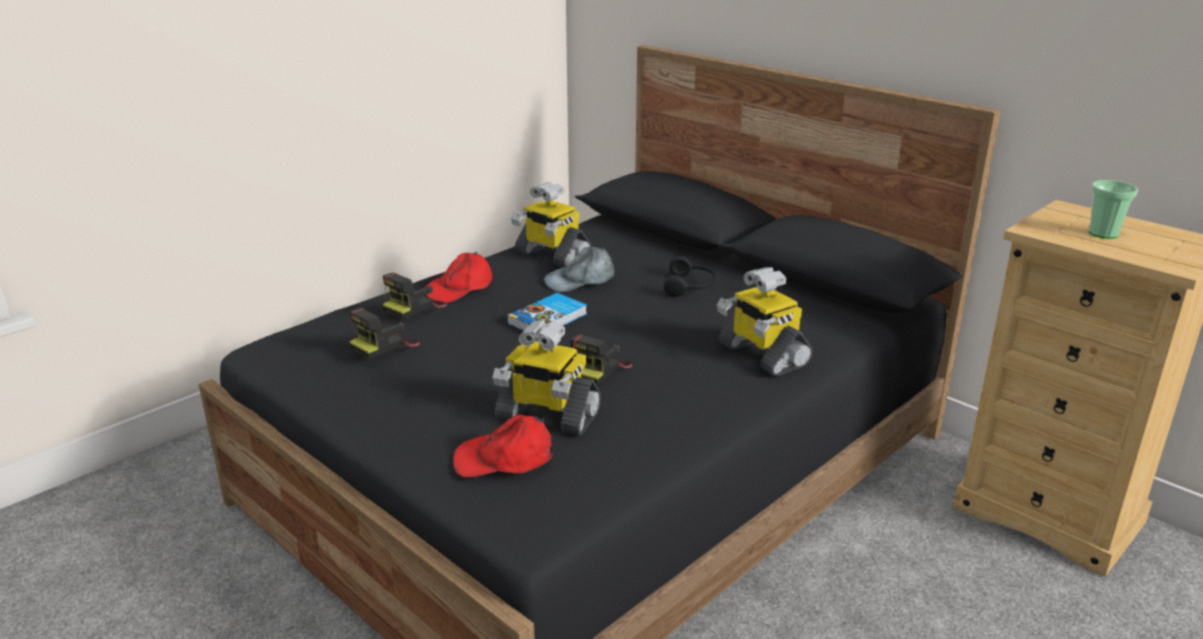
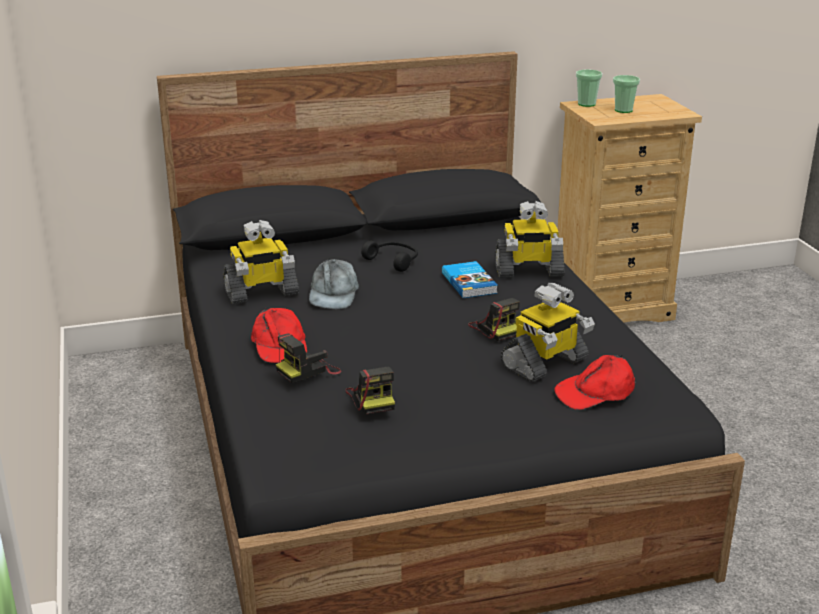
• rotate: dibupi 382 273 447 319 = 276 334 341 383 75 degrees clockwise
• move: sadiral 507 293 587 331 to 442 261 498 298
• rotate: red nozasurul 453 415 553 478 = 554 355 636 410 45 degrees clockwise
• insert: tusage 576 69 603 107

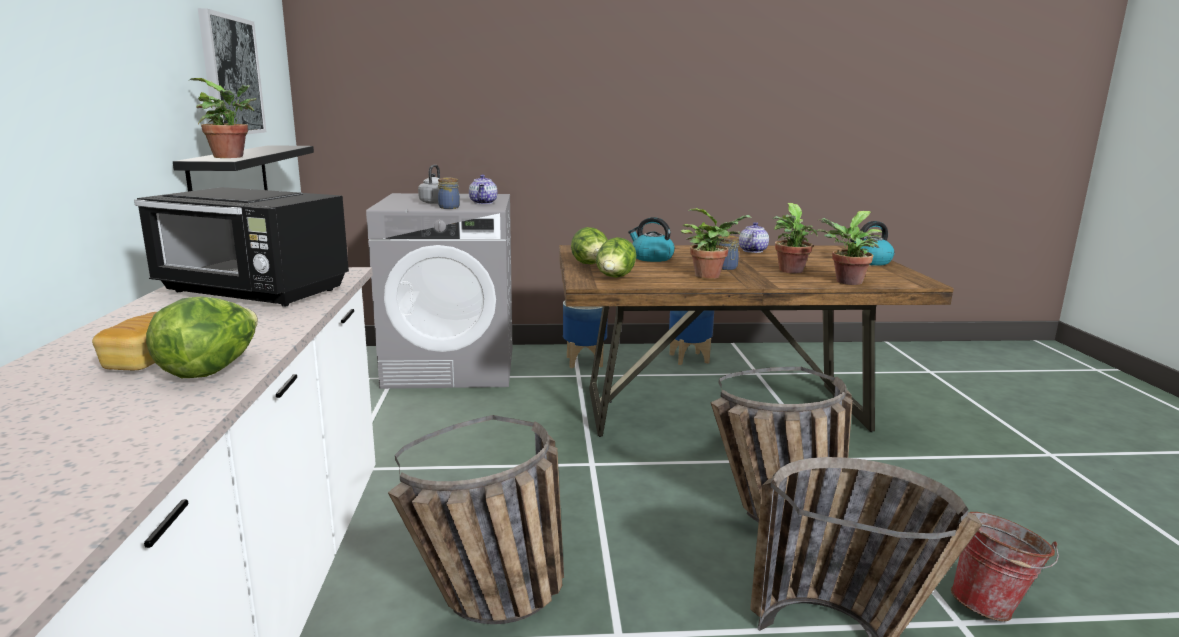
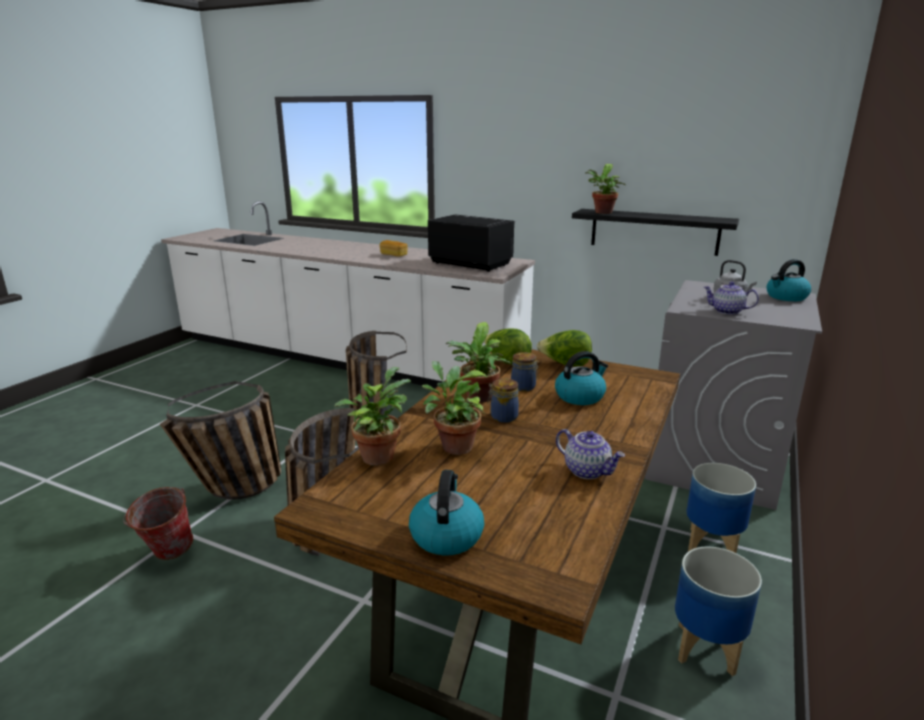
• delete: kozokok 198 8 266 135
• move: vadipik 438 178 460 209 to 511 352 539 392
• rotate: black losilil 134 187 349 307 = 428 215 515 272 75 degrees clockwise
• delete: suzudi 146 297 258 378
• insert: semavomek 767 259 811 301

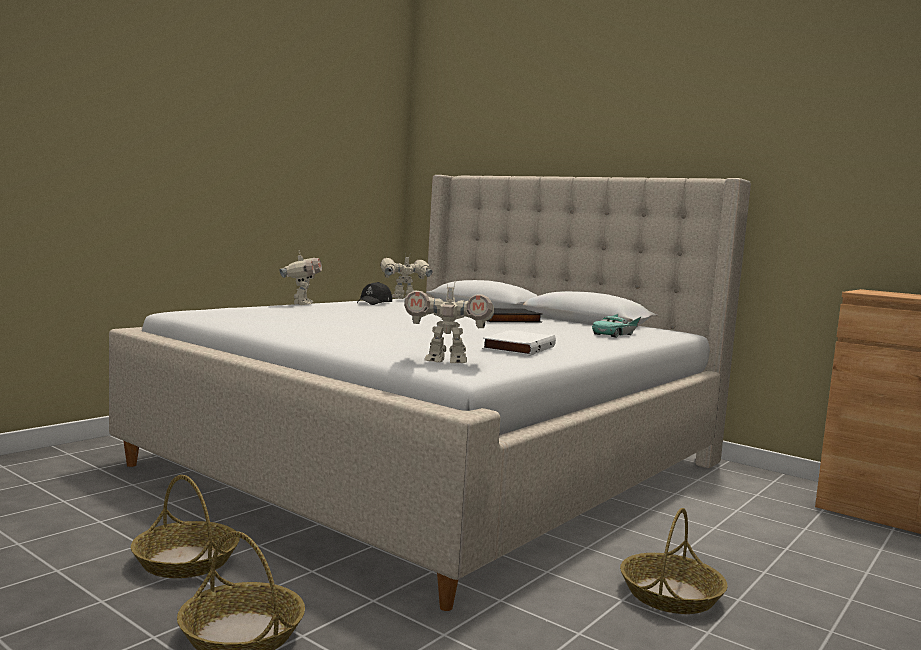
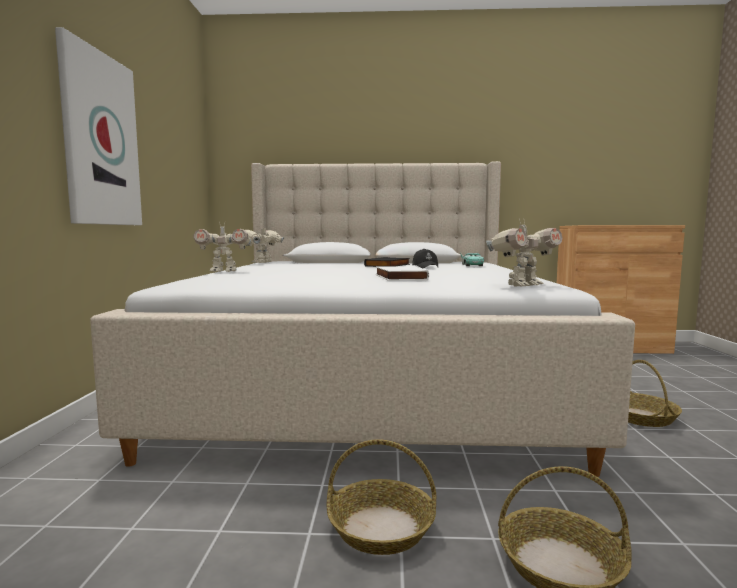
• rotate: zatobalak 279 250 322 305 = 194 221 251 272 120 degrees clockwise
• move: black nozasurul 357 282 392 305 to 412 249 438 268
• move: white sadiral 482 330 556 356 to 375 266 429 281
• insert: kozokok 55 27 142 225

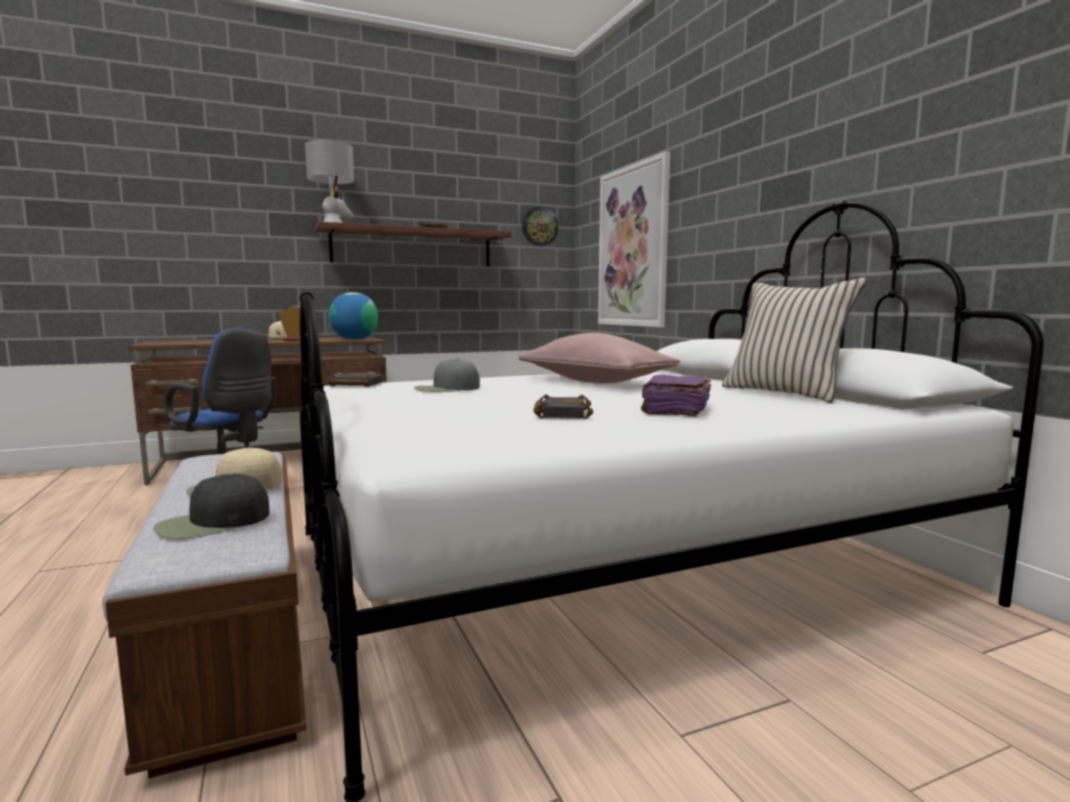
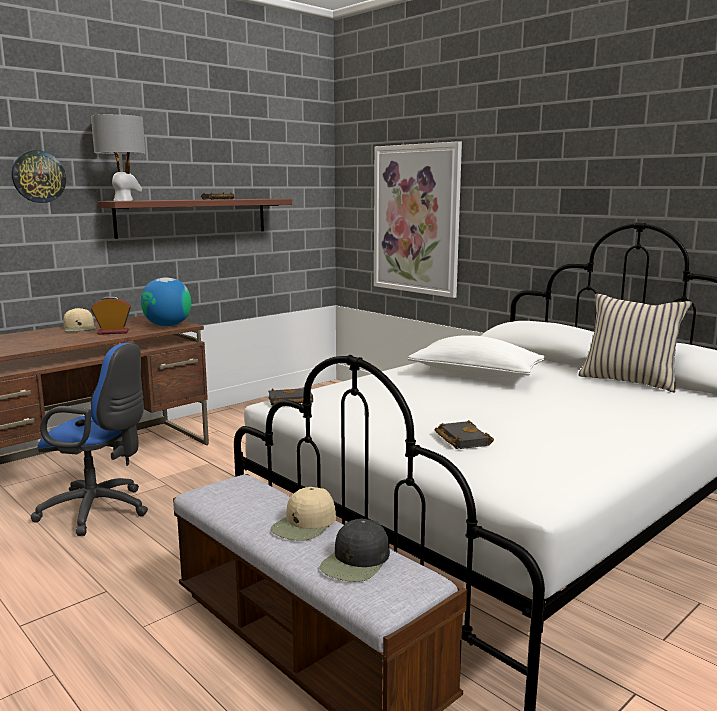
• move: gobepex 522 206 558 246 to 12 150 66 203
• recolor: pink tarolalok 518 333 680 383 to white tarolalok 407 335 546 379
• delete: grey nozasurul 414 358 480 392
• delete: purple sadiral 641 375 711 416
• move: black sadiral 534 394 593 419 to 434 420 494 449

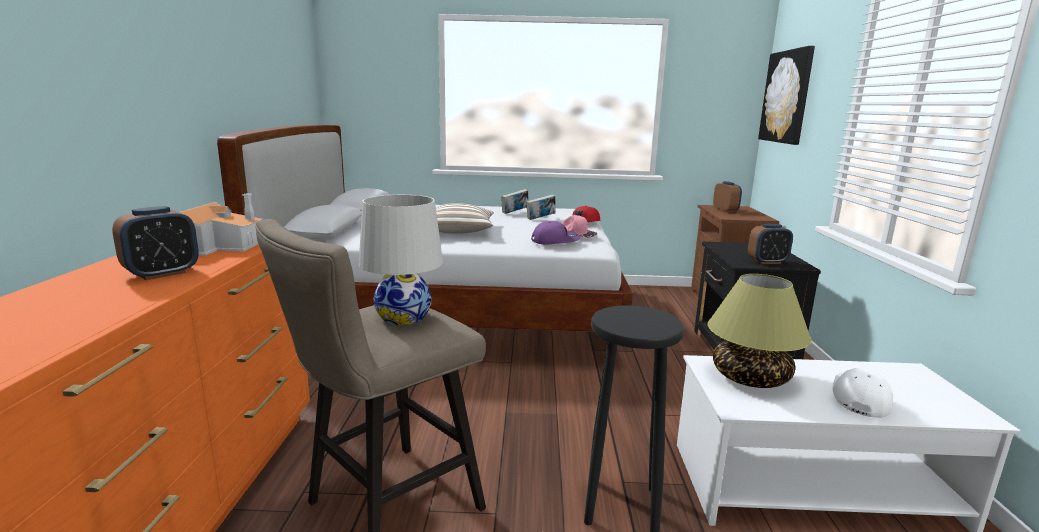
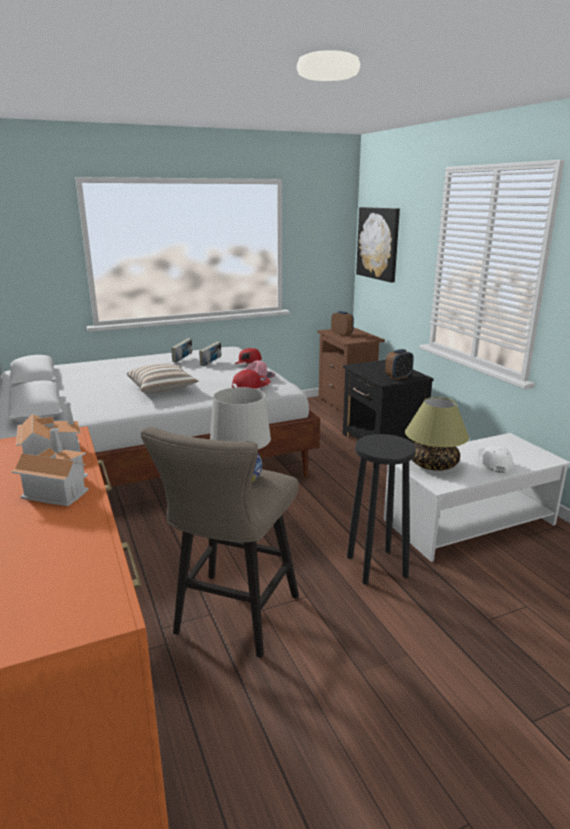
• replace: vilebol 112 206 199 280 to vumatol 11 428 89 506
• recolor: purple nozasurul 531 221 580 245 to red nozasurul 232 370 271 389

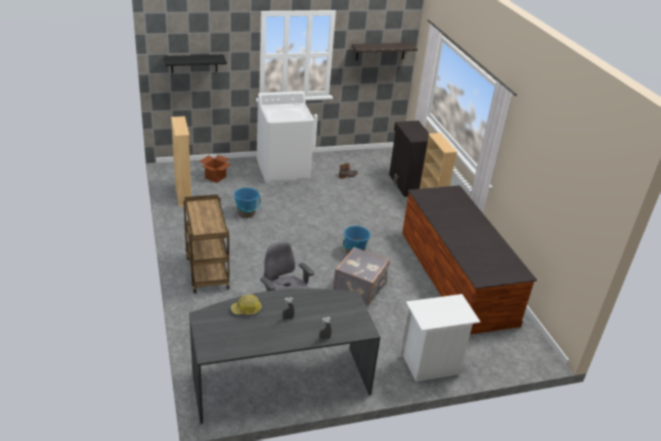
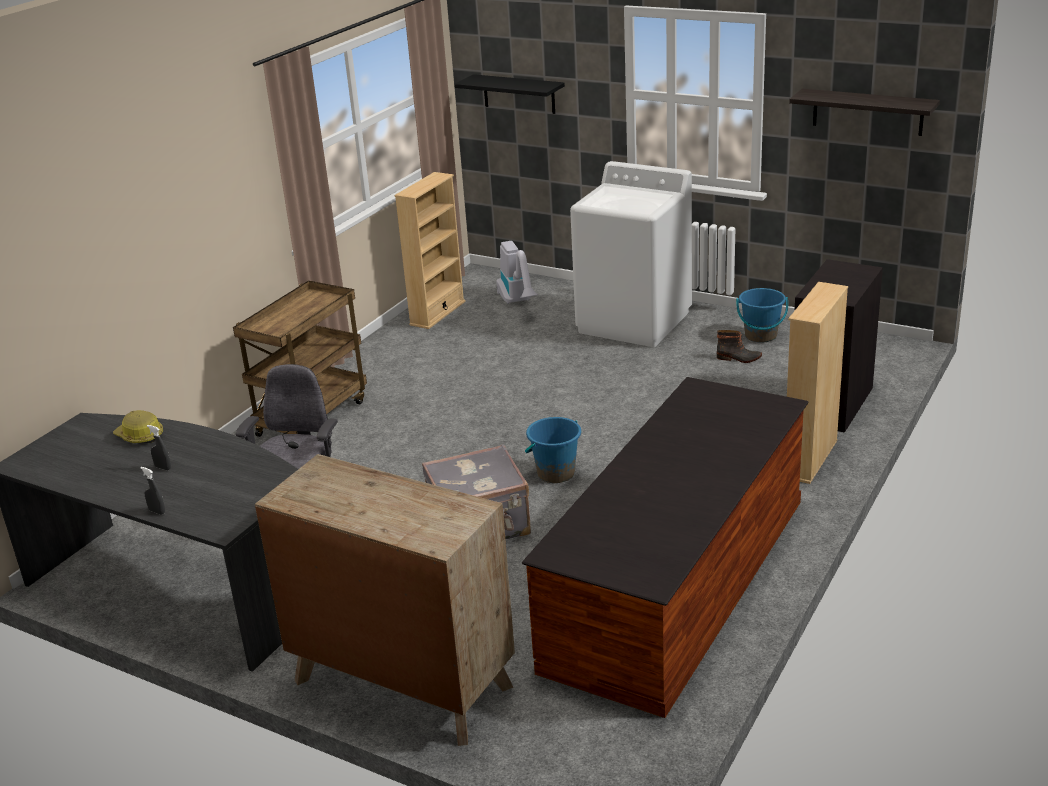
• replace: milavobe 199 155 232 183 to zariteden 496 241 538 304
• move: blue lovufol 234 188 261 218 to 736 288 788 343
• replace: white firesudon 399 294 480 382 to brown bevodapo 255 454 515 746

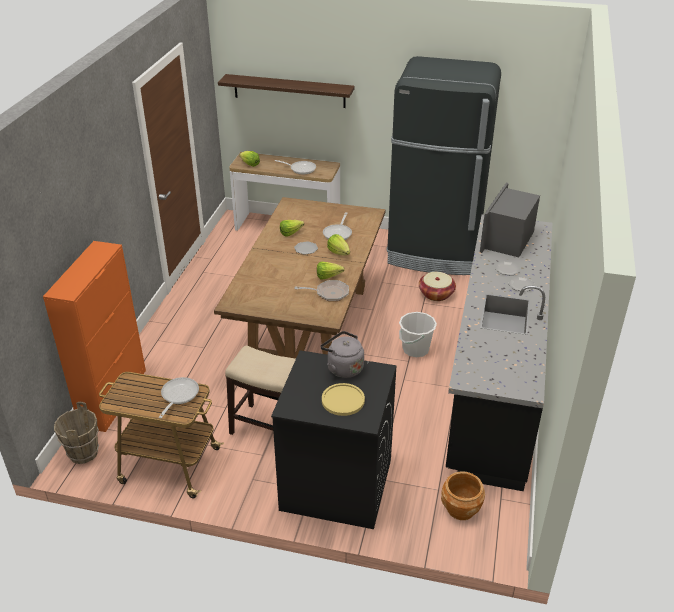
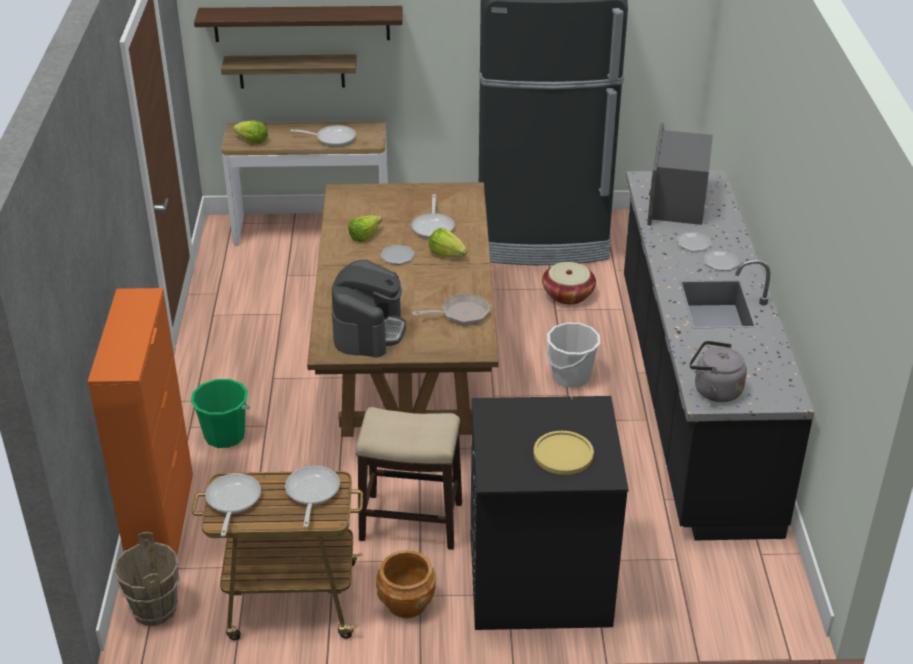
• delete: suzudi 317 262 345 279
• move: grey semavomek 320 331 364 378 to 690 341 747 402
• move: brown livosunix 441 471 485 520 to 376 550 436 618
• insert: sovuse 221 54 357 89
• insert: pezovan 331 260 406 358
• insert: green lovufol 191 379 250 448
• insert: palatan 205 473 261 536

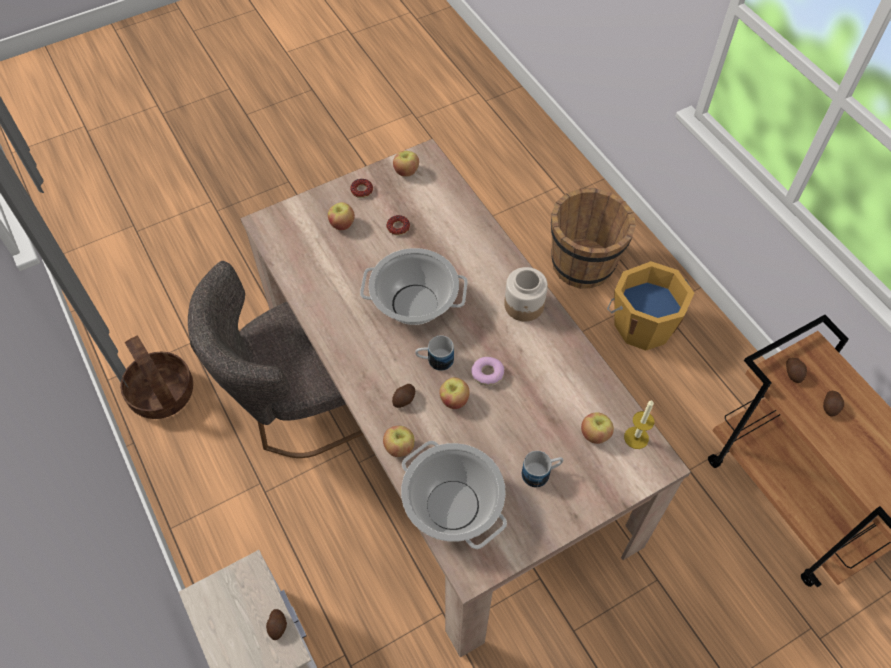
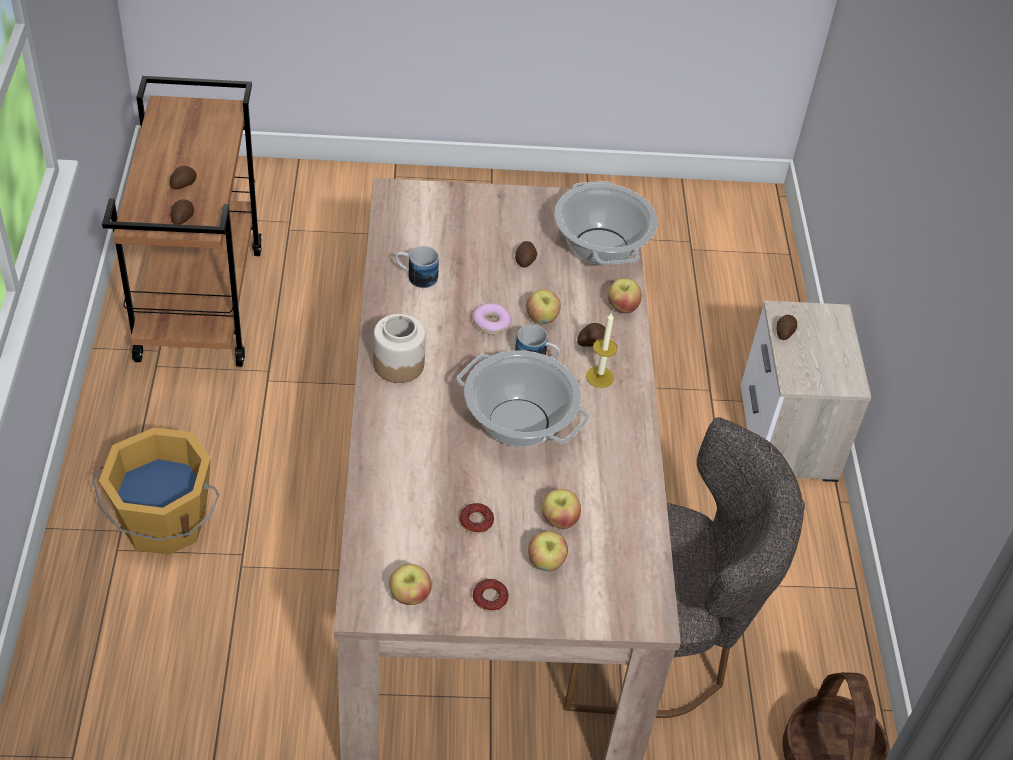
• delete: brown lovufol 551 188 636 289
• move: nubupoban 624 401 655 449 to 586 312 617 388
• move: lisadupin 581 412 614 444 to 542 489 581 529
• move: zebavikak 522 451 563 487 to 395 246 439 288
• insert: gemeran 515 241 537 268

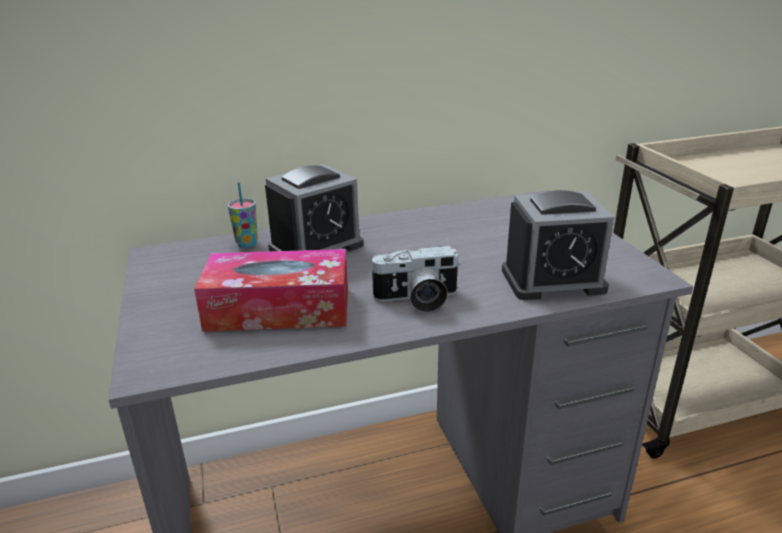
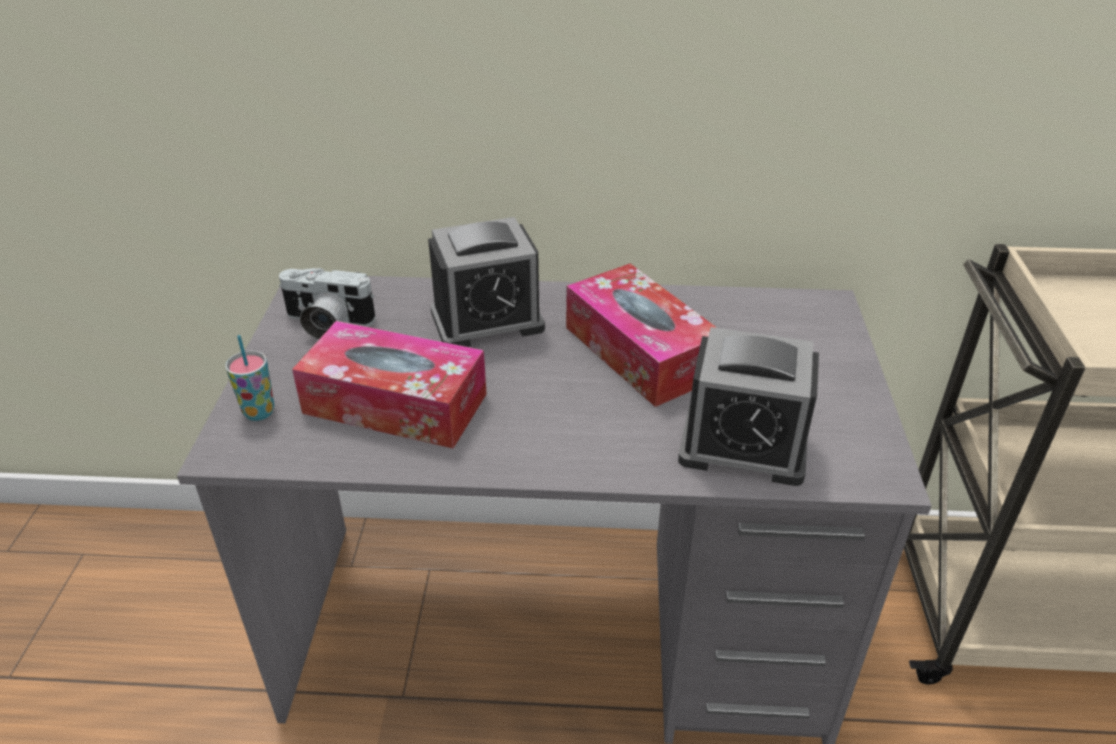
• move: tusage 228 182 258 248 to 225 335 274 421
• move: dibupi 369 246 460 312 to 279 268 376 339
• insert: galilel 566 264 717 407

